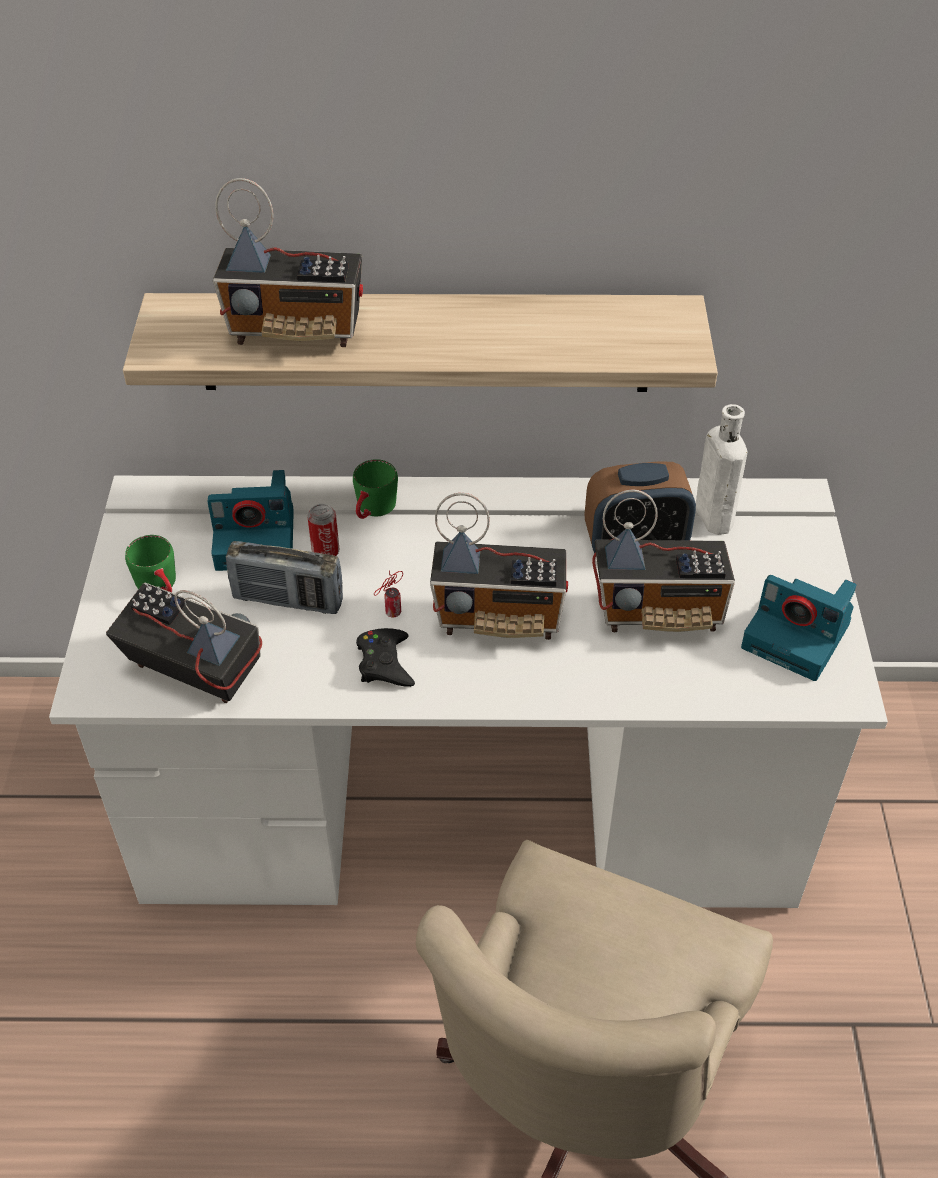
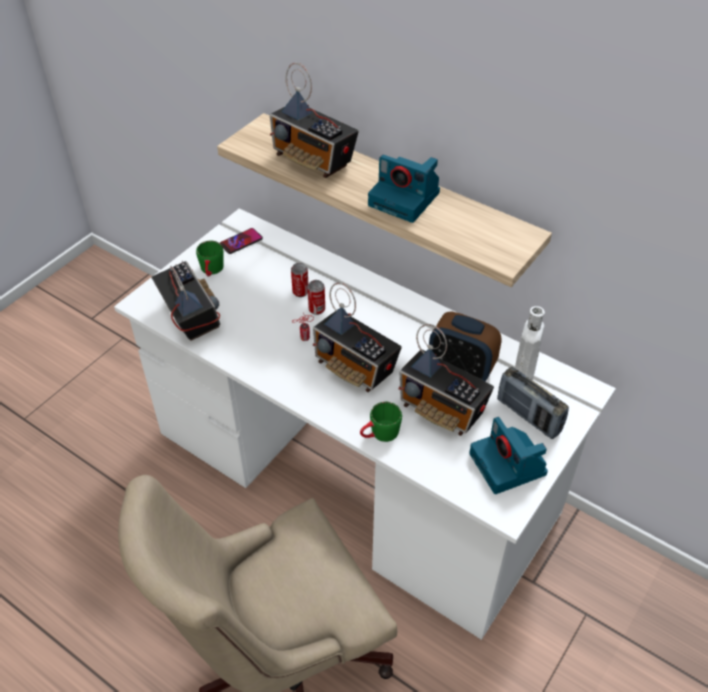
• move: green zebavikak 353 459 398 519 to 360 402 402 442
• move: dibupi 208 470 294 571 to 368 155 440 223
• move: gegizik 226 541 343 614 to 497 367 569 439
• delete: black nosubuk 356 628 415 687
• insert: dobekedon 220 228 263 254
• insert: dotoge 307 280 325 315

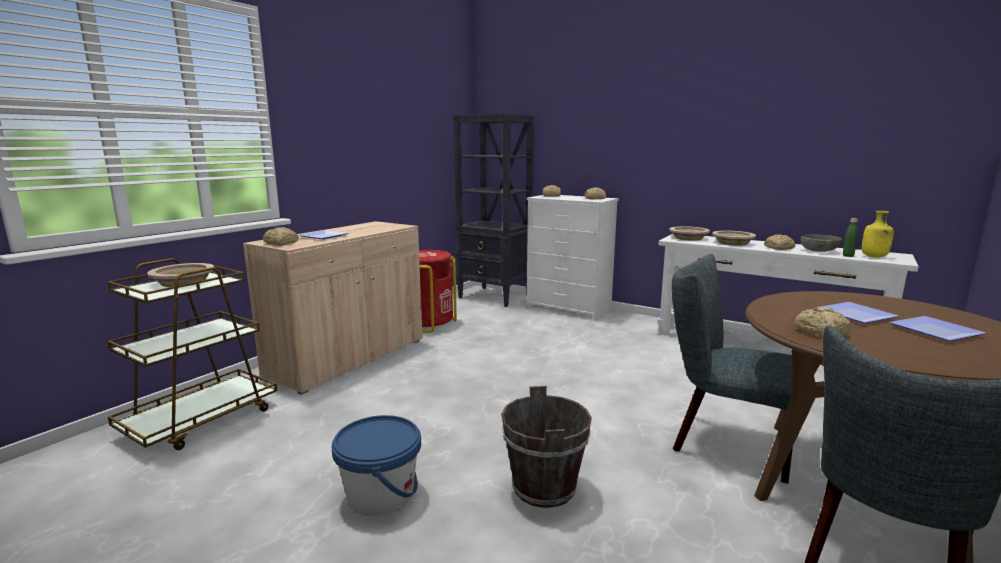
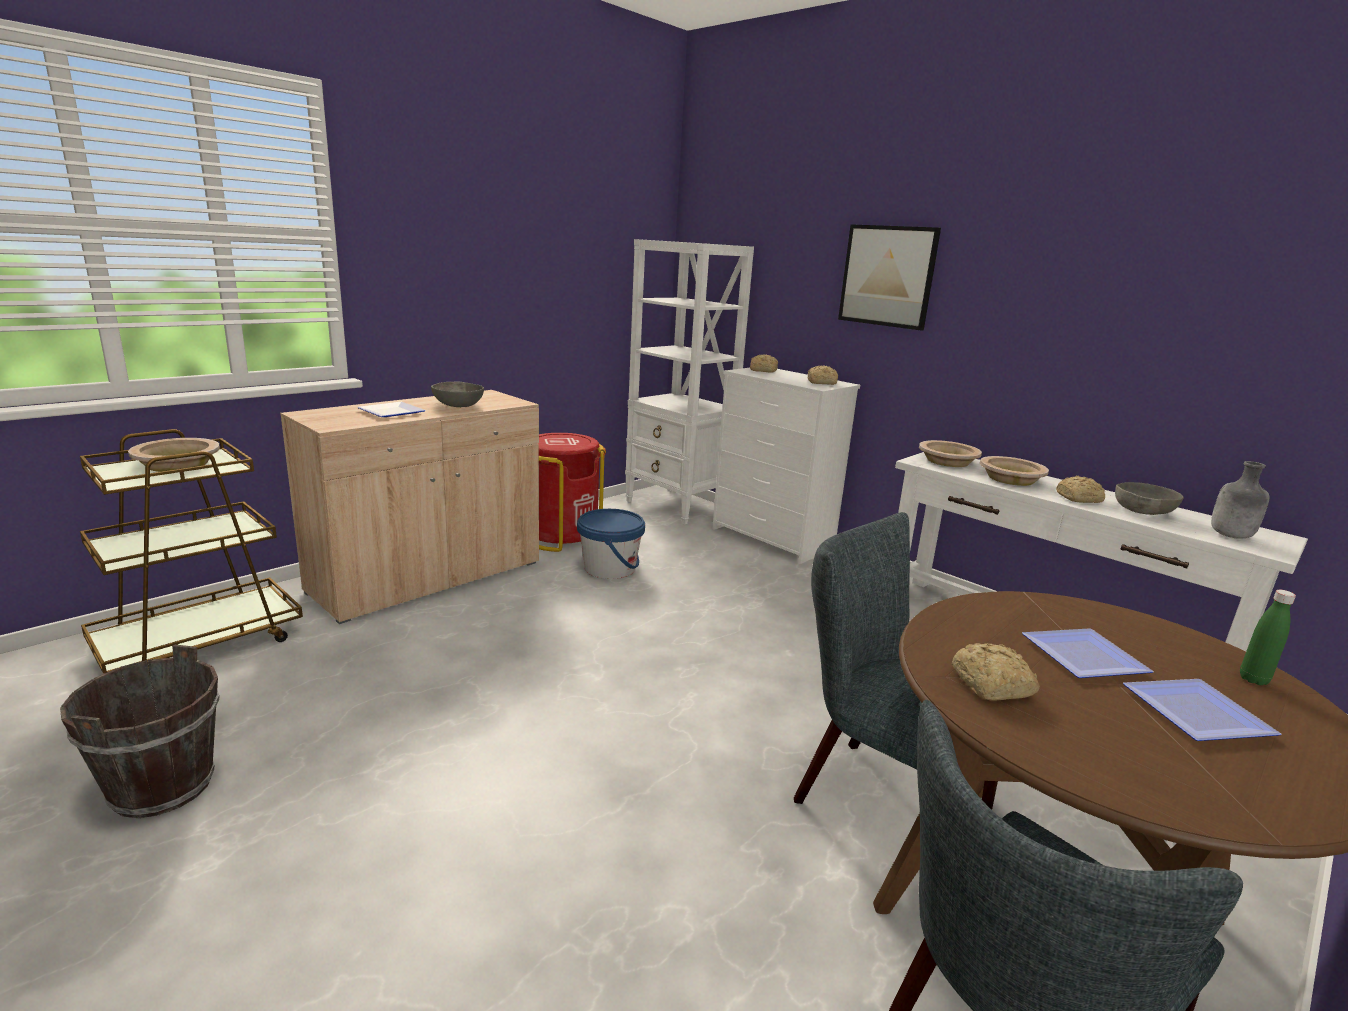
• recolor: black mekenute 453 114 534 307 to white mekenute 625 239 754 524
• recolor: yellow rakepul 862 211 894 258 to grey rakepul 1211 461 1270 539
• move: green rakepul 843 218 858 257 to 1240 590 1296 685
• delete: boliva 263 227 299 246
• move: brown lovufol 501 386 592 508 to 60 645 220 818
• move: blue lovufol 332 415 421 516 to 577 509 645 579
• insert: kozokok 838 224 941 331
• insert: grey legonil 431 381 484 407

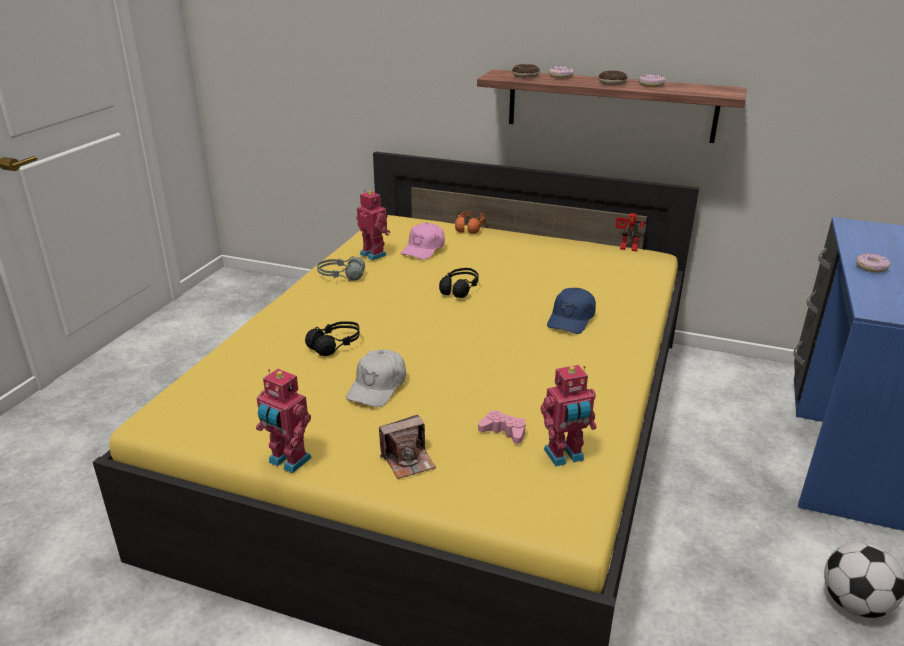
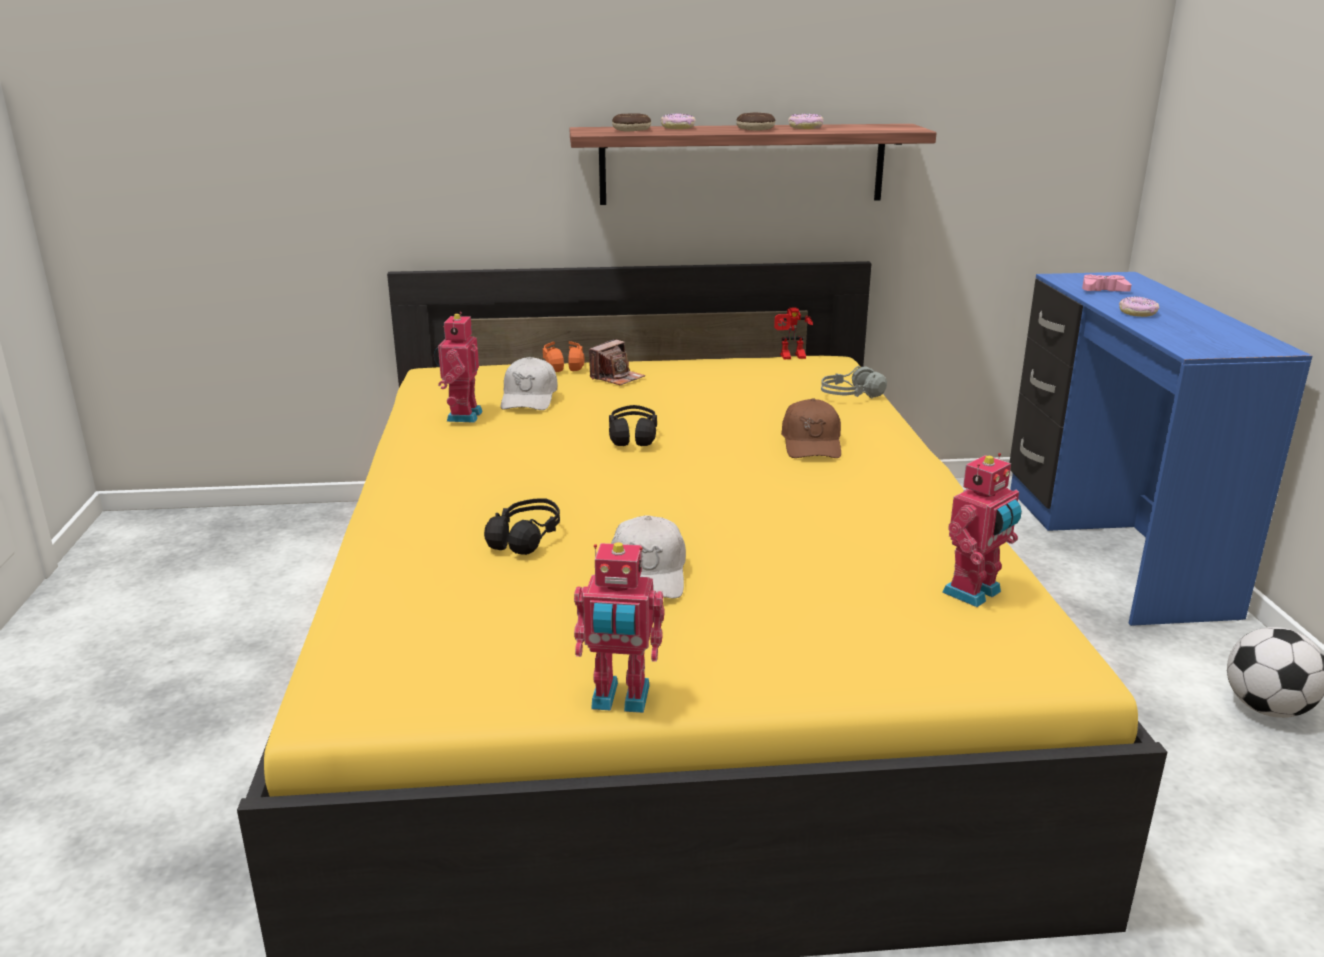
• rotate: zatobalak 356 190 390 261 = 434 312 483 423 105 degrees counterclockwise
• recolor: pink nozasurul 401 223 445 260 to white nozasurul 501 357 558 410
• move: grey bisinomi 317 256 365 281 to 821 366 887 399
• recolor: blue nozasurul 547 288 596 334 to brown nozasurul 781 398 841 458
• move: pink nosubuk 478 410 526 444 to 1082 274 1132 292
• move: dibupi 379 415 436 479 to 589 339 645 386

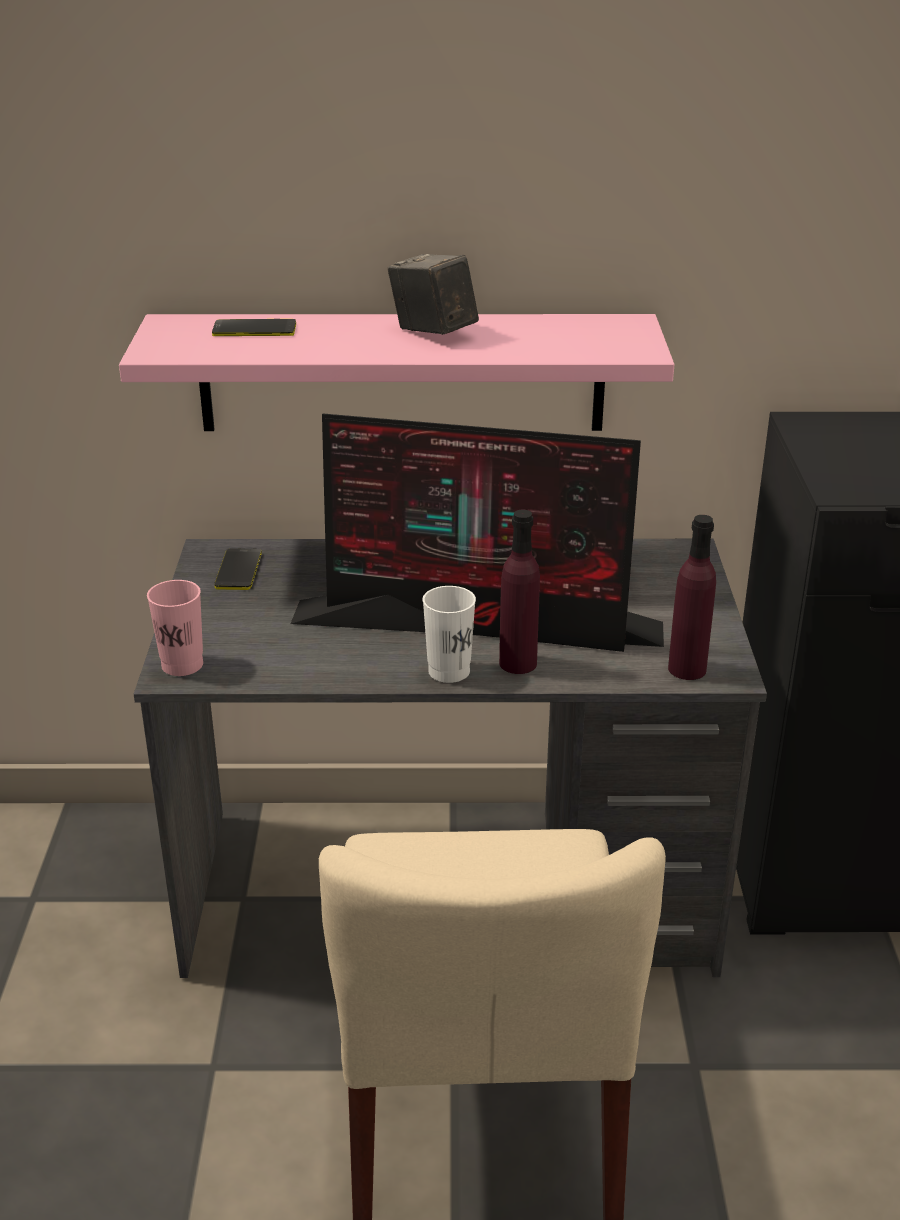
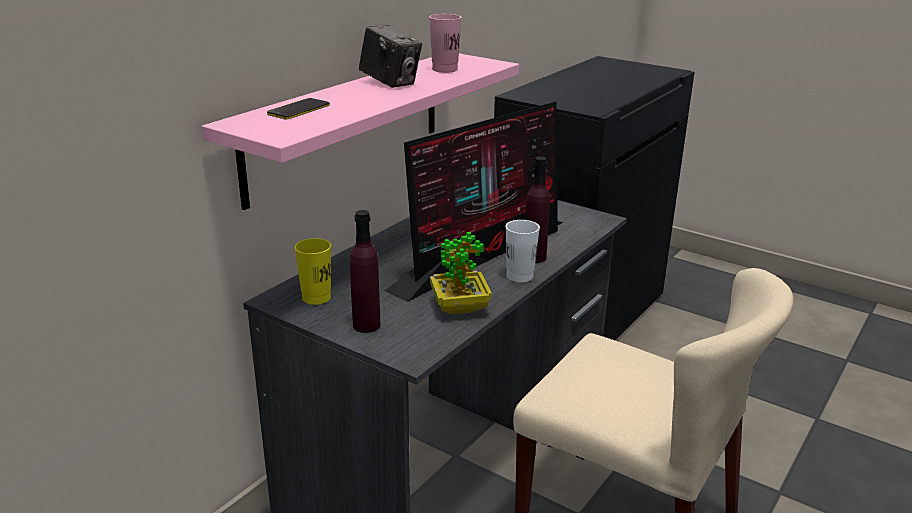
• rotate: dibupi 388 254 479 335 = 359 25 422 88 135 degrees counterclockwise
• move: purple rakepul 668 515 716 680 to 350 210 381 333
• replace: dobekedon 214 548 262 590 to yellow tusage 294 238 331 305
• move: pink tusage 147 580 203 676 to 429 14 462 73
• insert: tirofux 430 232 492 315

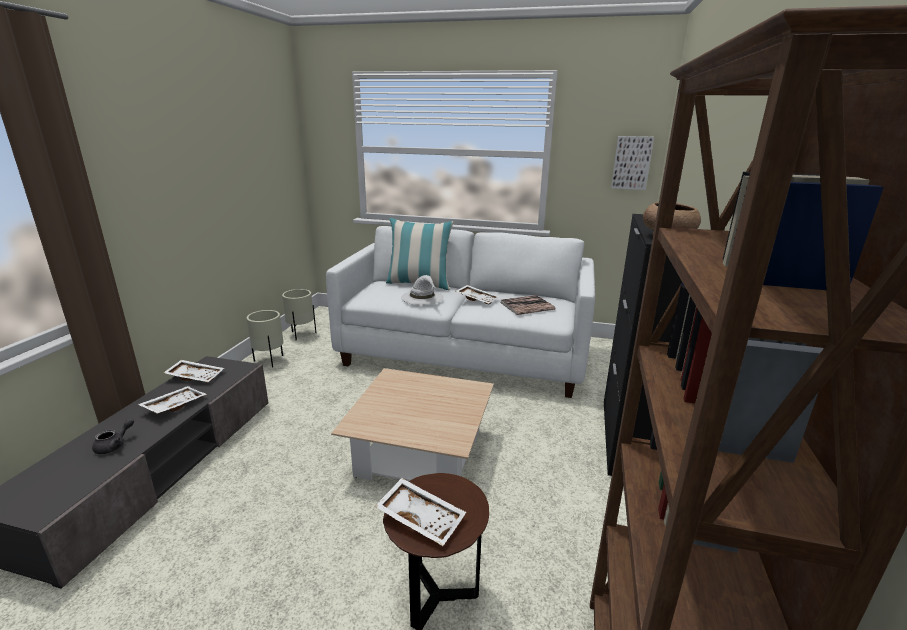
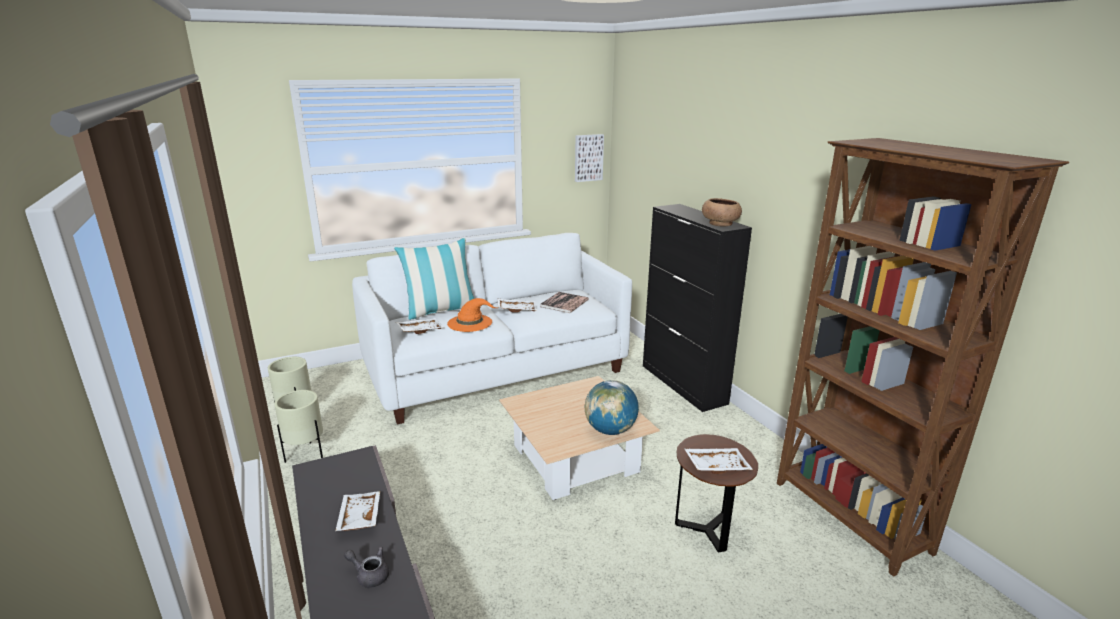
• recolor: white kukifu 401 275 443 305 to orange kukifu 447 298 497 332
• move: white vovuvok 163 360 224 382 to 396 318 445 334
• rotate: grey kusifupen 92 418 134 454 = 344 547 389 588 60 degrees counterclockwise
• insert: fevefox 585 380 639 435

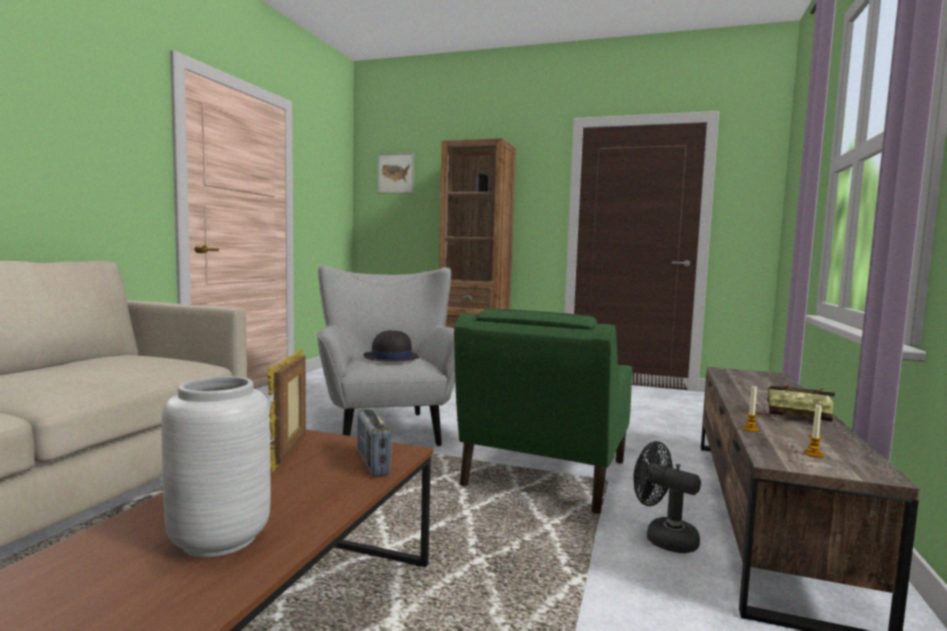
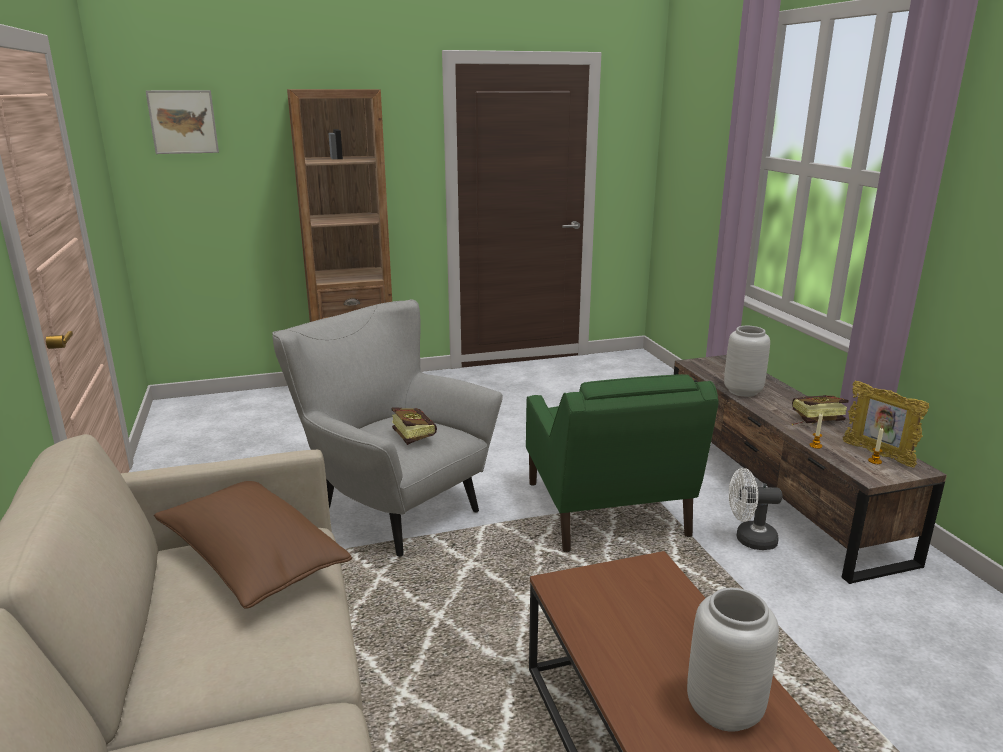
• replace: black kukifu 363 330 420 362 to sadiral 391 408 437 445
• move: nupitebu 267 349 306 473 to 843 381 929 468
• delete: gegizik 357 409 392 476
• recolor: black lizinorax 634 441 701 553 to white lizinorax 729 468 782 550
• insert: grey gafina 724 326 770 397
• insert: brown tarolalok 154 481 352 609

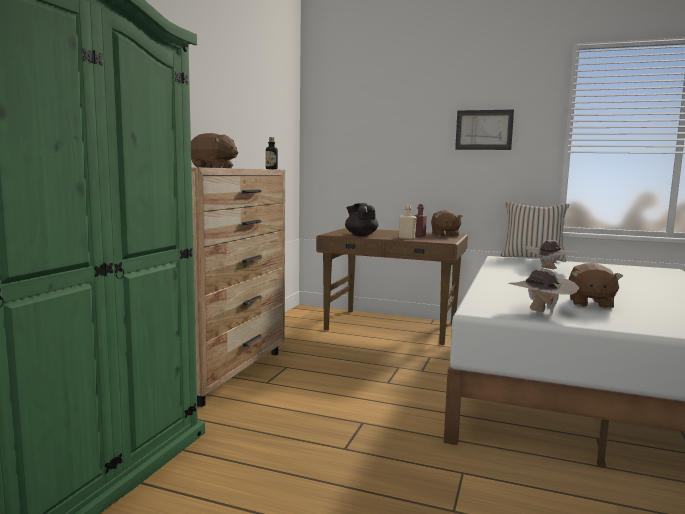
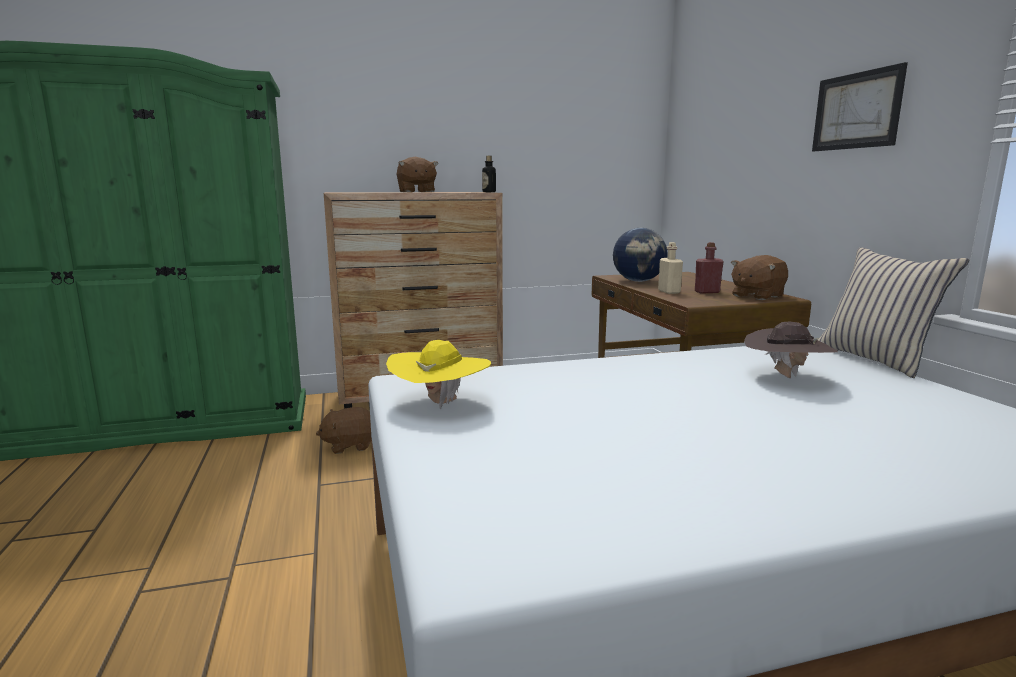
• replace: black kusifupen 345 203 378 236 to fevefox 613 228 668 282
• move: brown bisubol 569 263 623 309 to 316 407 372 454
• recolor: brown kukifu 508 269 579 314 to yellow kukifu 386 340 491 410

